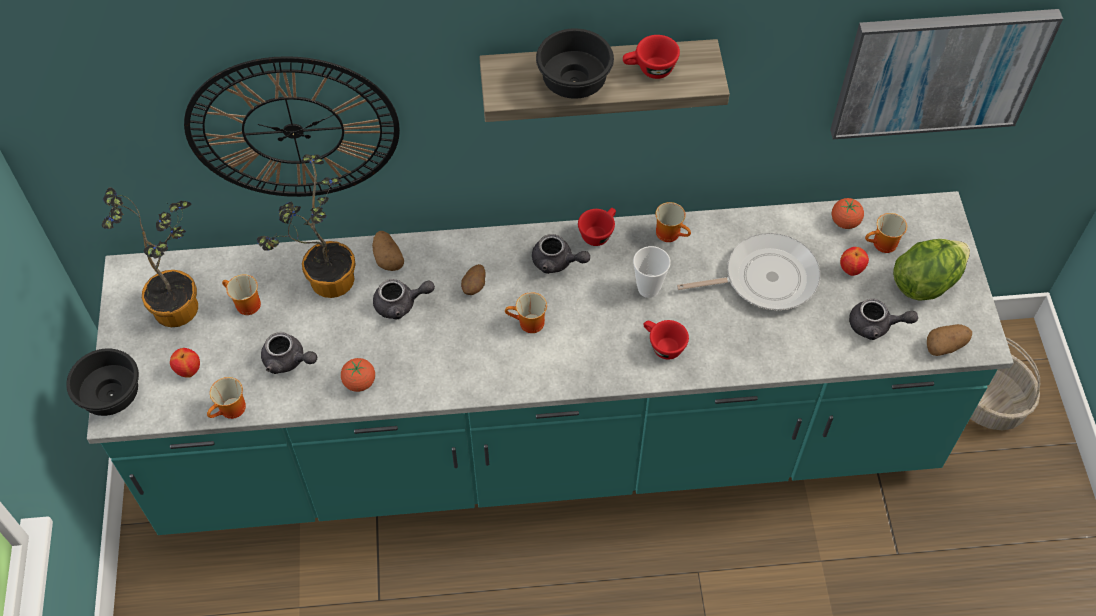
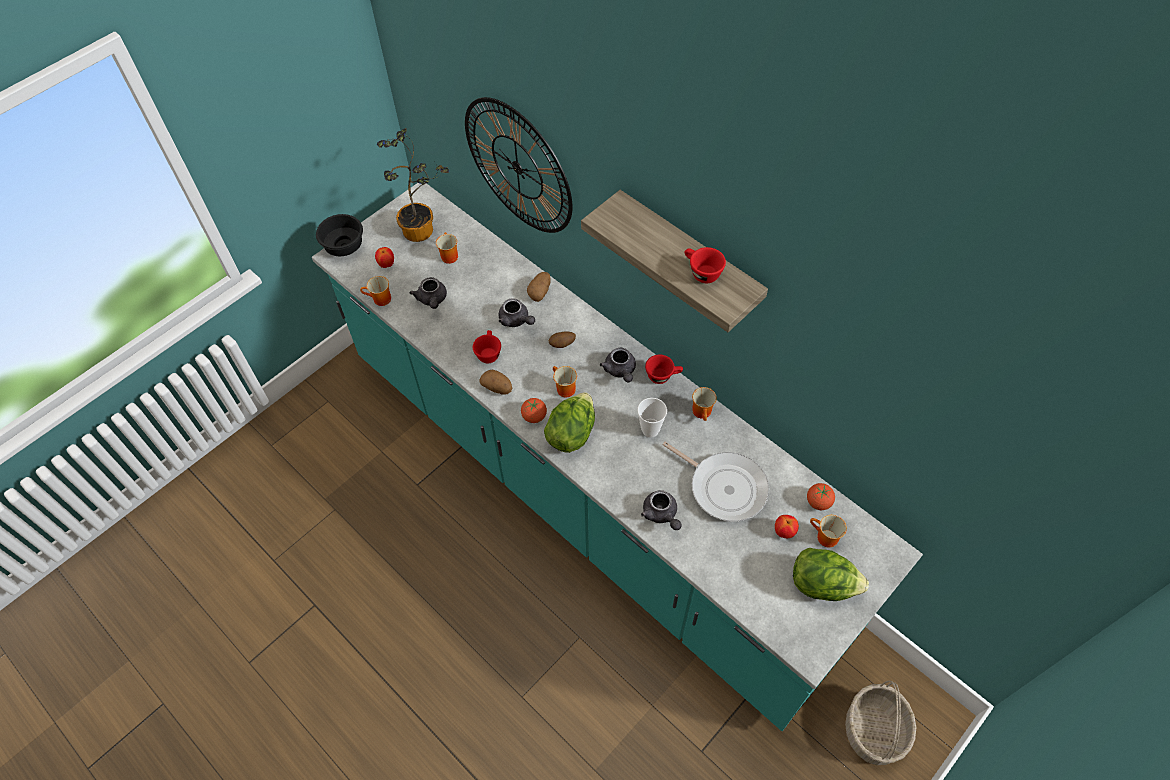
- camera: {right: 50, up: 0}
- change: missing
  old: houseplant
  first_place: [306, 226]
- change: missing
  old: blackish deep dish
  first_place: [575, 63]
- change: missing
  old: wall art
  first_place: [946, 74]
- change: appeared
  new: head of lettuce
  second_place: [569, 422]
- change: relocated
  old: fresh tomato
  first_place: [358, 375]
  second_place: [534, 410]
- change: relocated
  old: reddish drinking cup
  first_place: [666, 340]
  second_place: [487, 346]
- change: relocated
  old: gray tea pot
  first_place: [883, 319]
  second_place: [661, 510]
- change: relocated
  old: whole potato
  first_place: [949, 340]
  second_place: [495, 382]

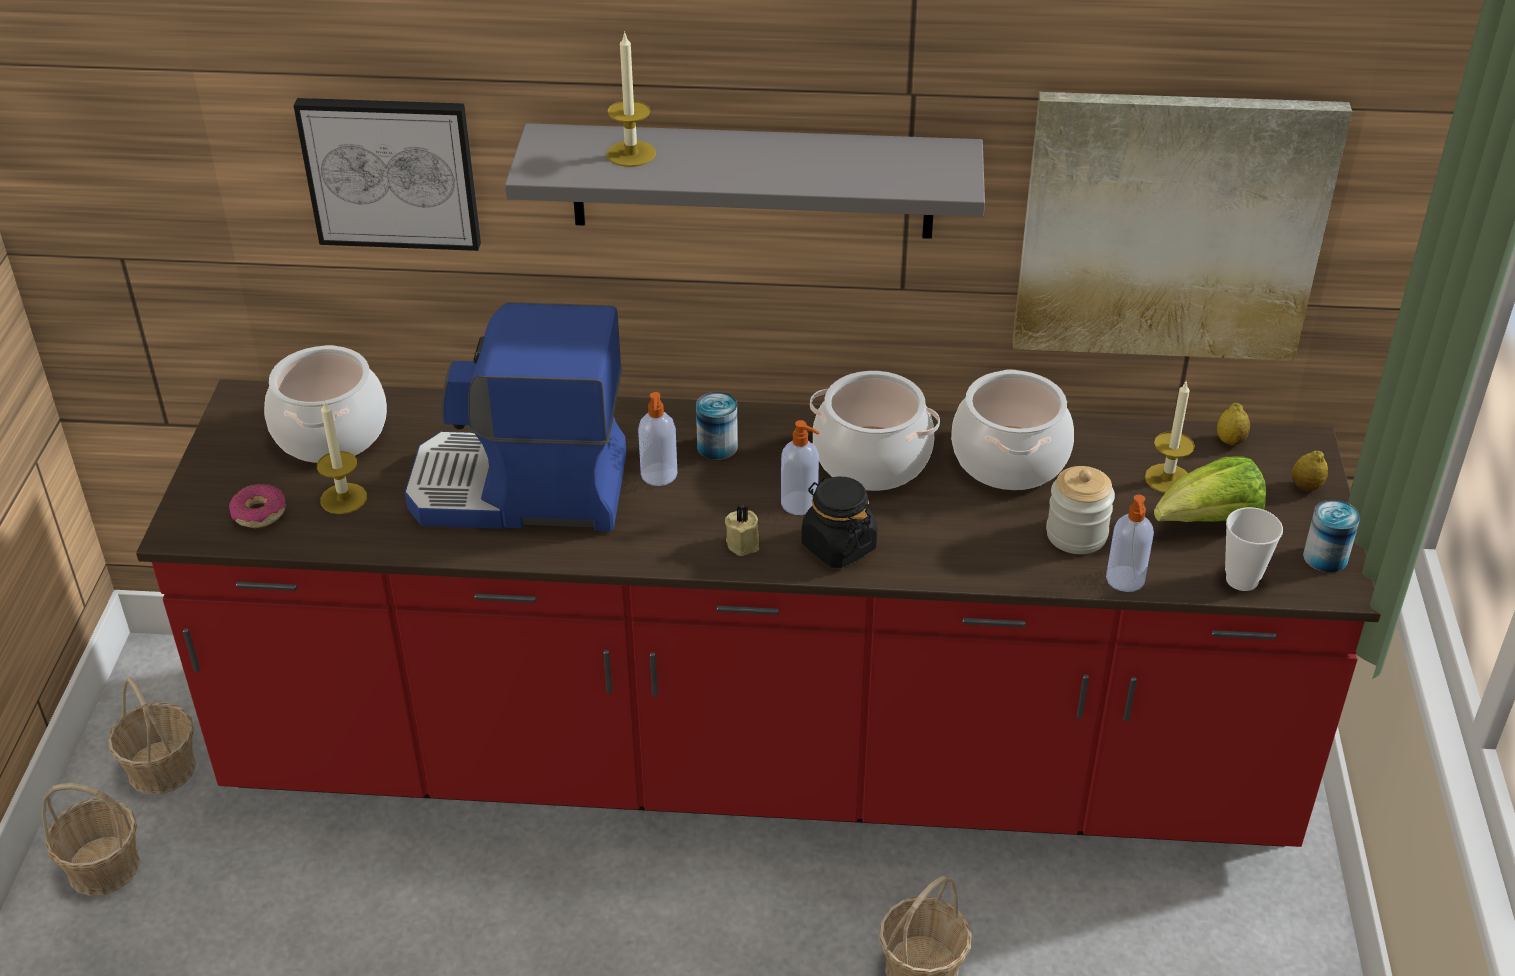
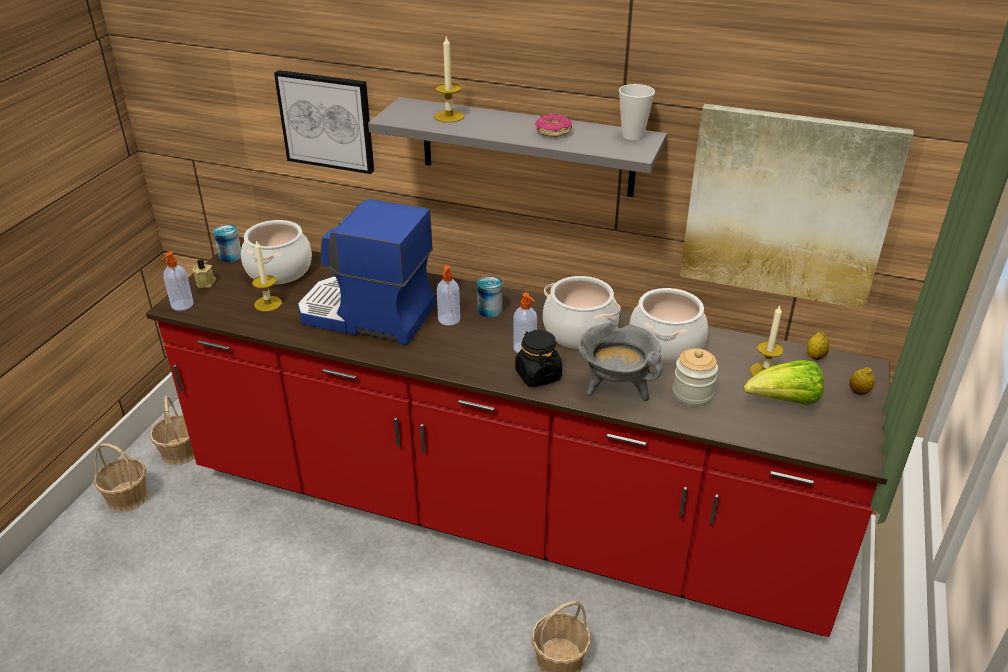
- camera: {right: 15, up: -5}
- change: appeared
  new: gray stockpot
  second_place: [620, 362]
- change: relocated
  old: ring doughnut
  first_place: [257, 506]
  second_place: [553, 125]
- change: relocated
  old: beige-coloured candle
  first_place: [742, 530]
  second_place: [204, 274]
- change: relocated
  old: liquid soap bottle
  first_place: [1130, 543]
  second_place: [177, 281]
- change: relocated
  old: drinking cup
  first_place: [1254, 549]
  second_place: [637, 112]
- change: relocated
  old: can
  first_place: [1331, 536]
  second_place: [227, 244]

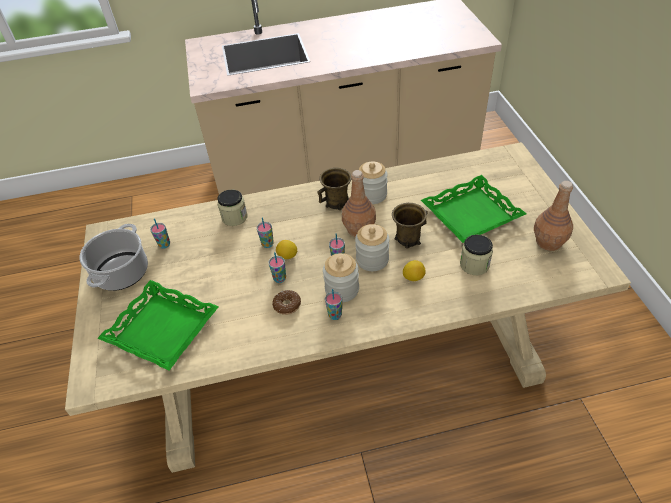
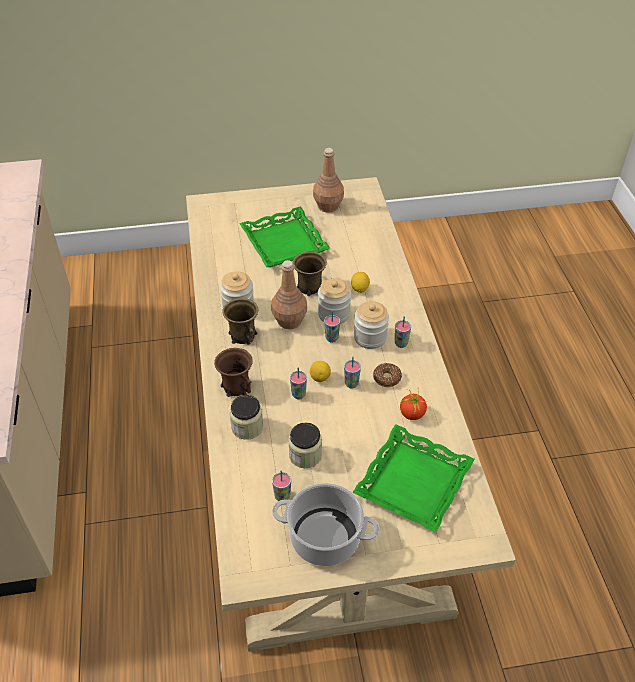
- camera: {right: -90, up: 0}
- change: appeared
  new: brownish coffee mug
  second_place: [233, 372]
- change: appeared
  new: fresh tomato
  second_place: [413, 404]
- change: relocated
  old: storage jar
  first_place: [476, 255]
  second_place: [305, 445]

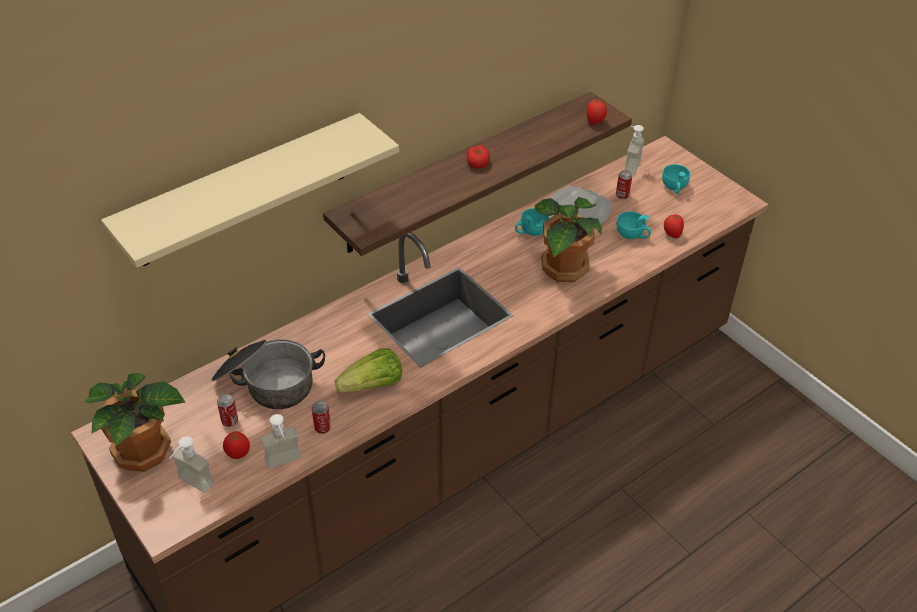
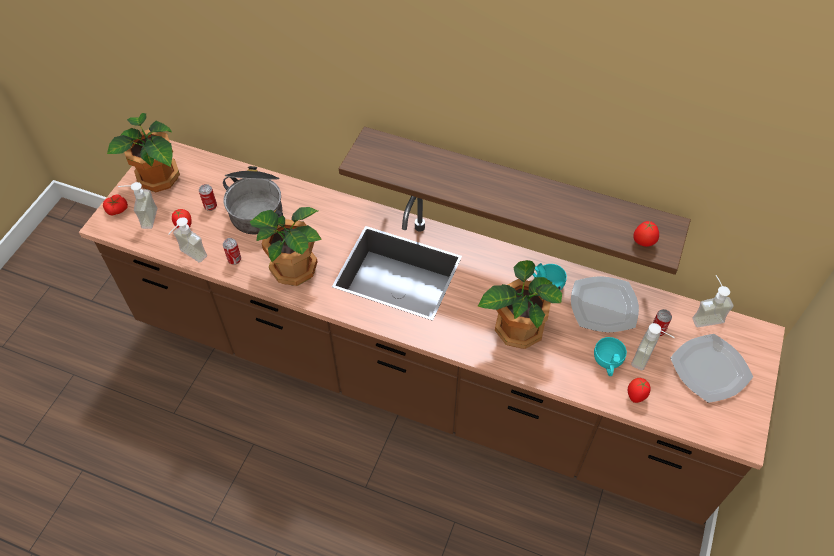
- camera: {right: 60, up: 10}
- change: missing
  old: beige-coloured shelf
  first_place: [250, 190]
- change: appeared
  new: liquid soap bottle
  second_place: [653, 346]
- change: relocated
  old: fresh tomato
  first_place: [478, 156]
  second_place: [115, 205]
- change: exchanged
  old: head of lettuce
  new: houseplant
  first_place: [368, 370]
  second_place: [286, 246]
- change: exchanged
  old: turquoise drinking cup
  new: flat dish
  first_place: [676, 179]
  second_place: [711, 368]

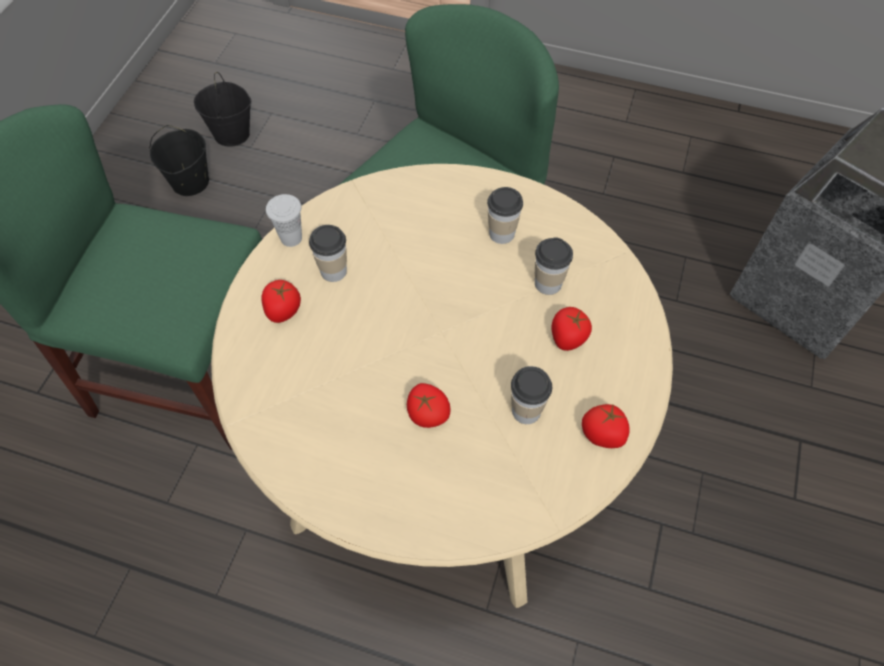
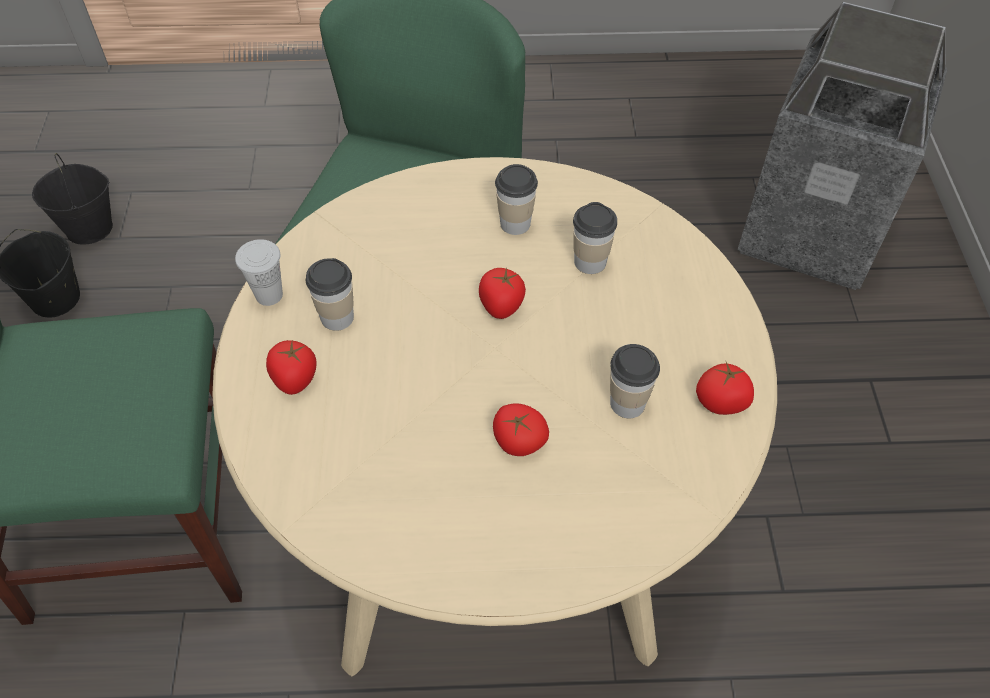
- camera: {right: -20, up: -5}
- change: relocated
  old: fresh tomato
  first_place: [571, 329]
  second_place: [502, 293]

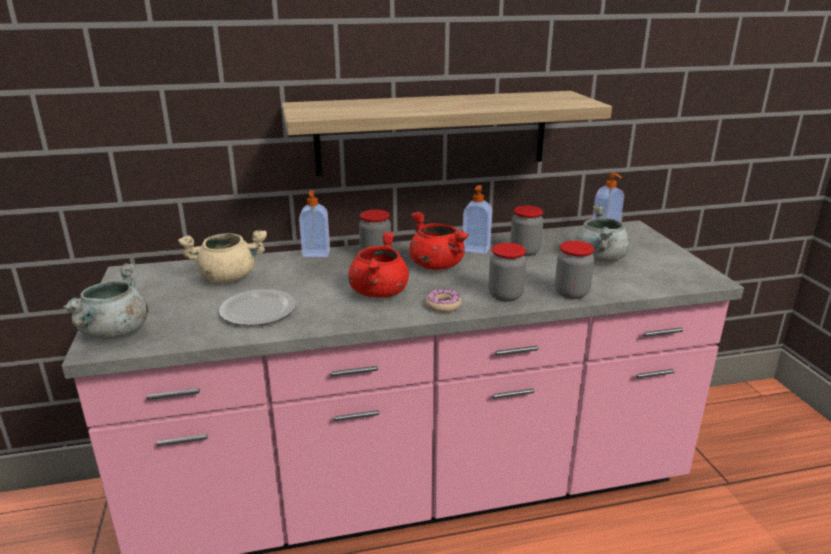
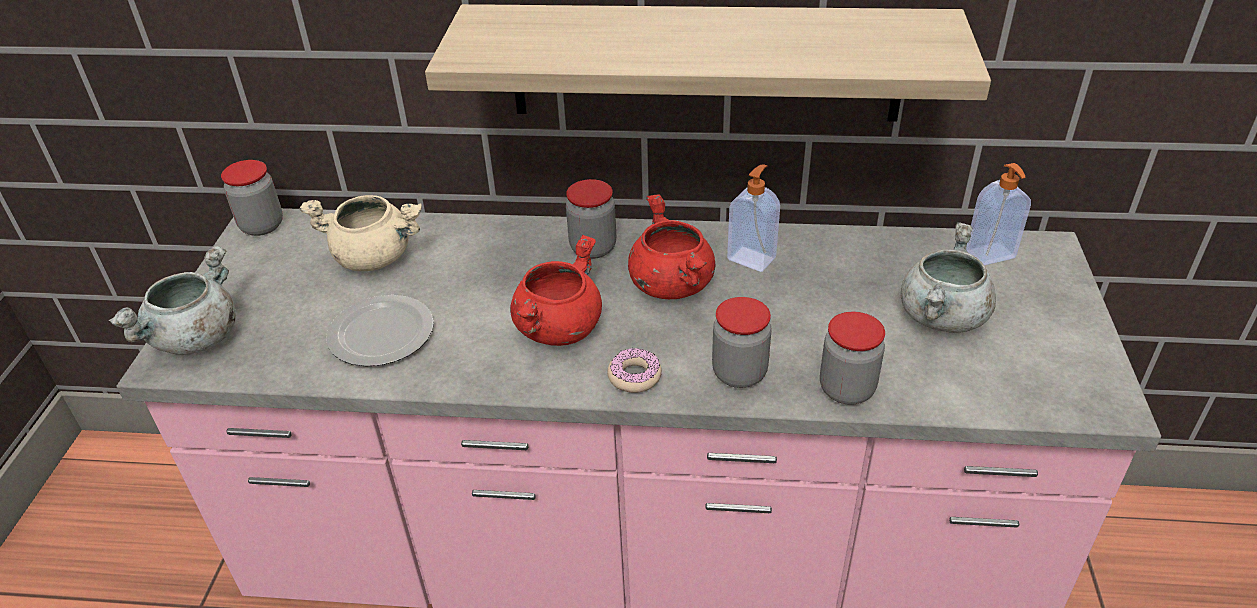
- camera: {right: 20, up: 15}
- change: missing
  old: liquid soap bottle
  first_place: [314, 223]
- change: relocated
  old: storage jar
  first_place: [526, 230]
  second_place: [252, 198]

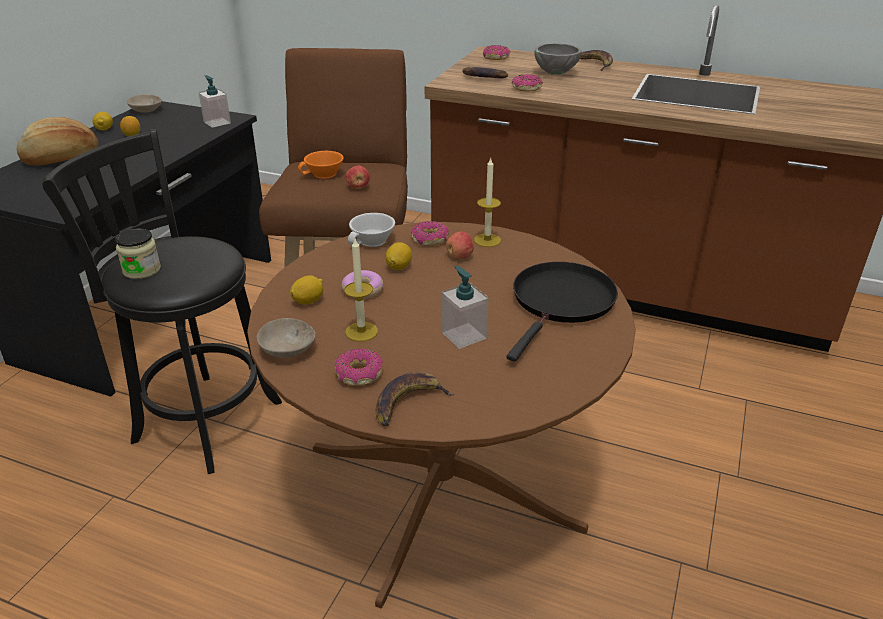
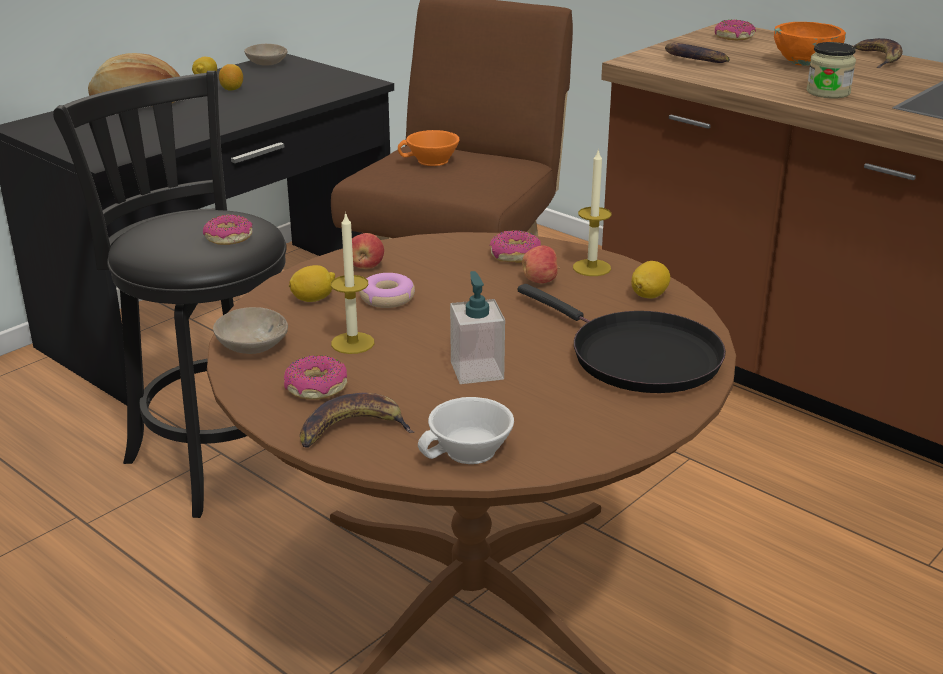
- camera: {right: 20, up: -5}
- change: missing
  old: liquid soap bottle
  first_place: [215, 101]
- change: relocated
  old: storage jar
  first_place: [138, 253]
  second_place: [831, 70]
- change: relocated
  old: whole apple
  first_place: [358, 177]
  second_place: [368, 251]
- change: relocated
  old: white drinking cup
  first_place: [371, 230]
  second_place: [466, 430]
- change: relocated
  old: whole lemon
  first_place: [398, 256]
  second_place: [650, 279]
- change: relocated
  old: ring doughnut
  first_place: [527, 83]
  second_place: [227, 229]
- change: colour
  old: gray deep dish
  new: orangey deep dish
  first_place: [558, 59]
  second_place: [810, 44]
- change: spun
  old: blackish frying pan
  first_place: [562, 312]
  second_place: [622, 338]
  degrees: 90

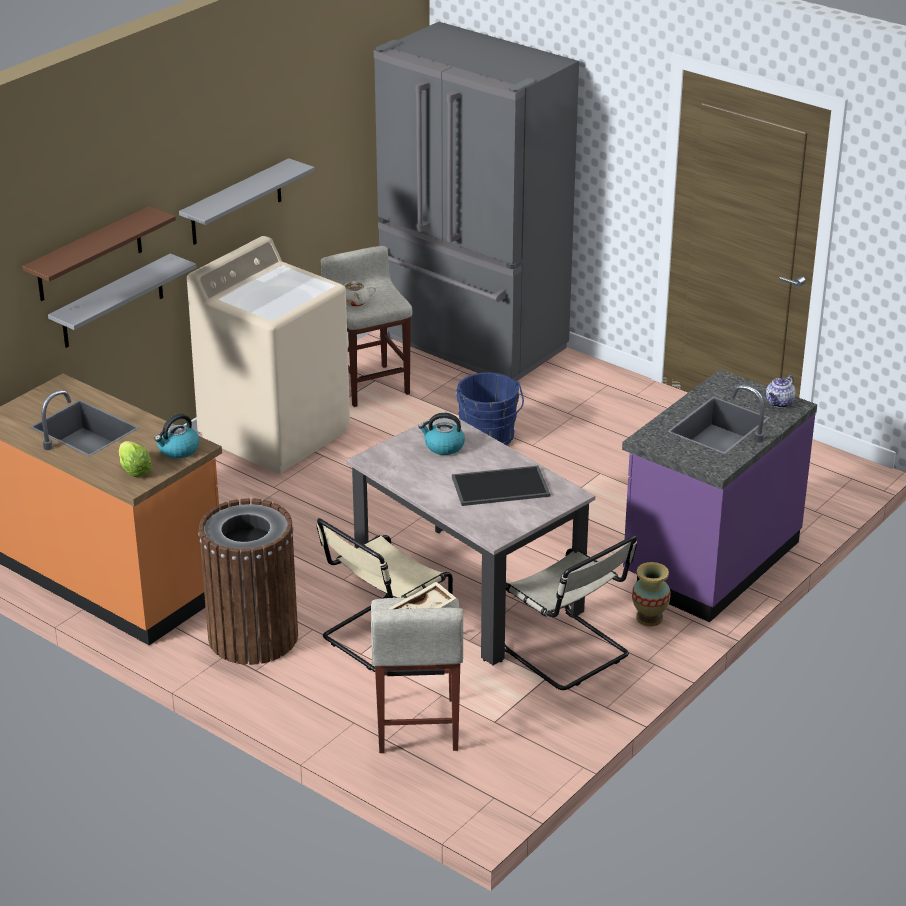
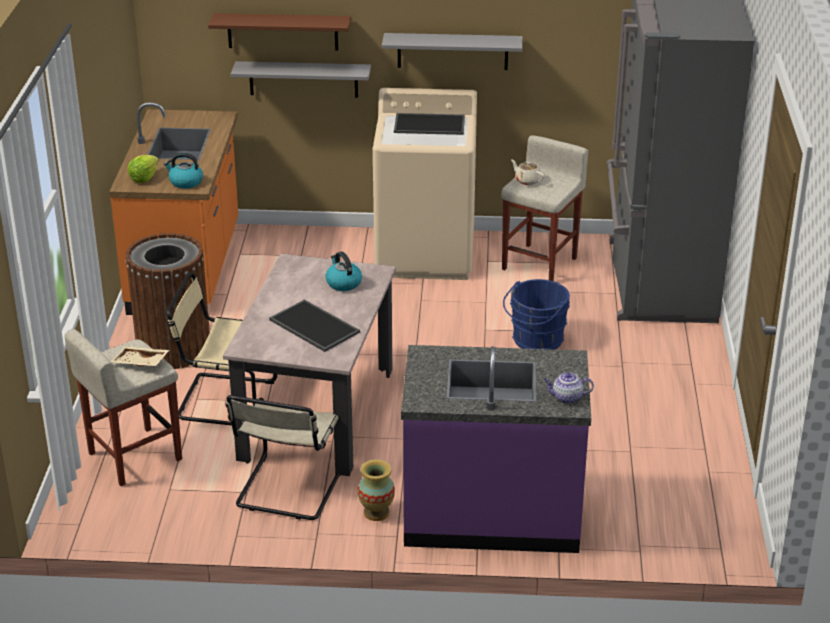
- camera: {right: 55, up: 0}
- change: appeared
  new: serving tray
  second_place: [429, 124]

